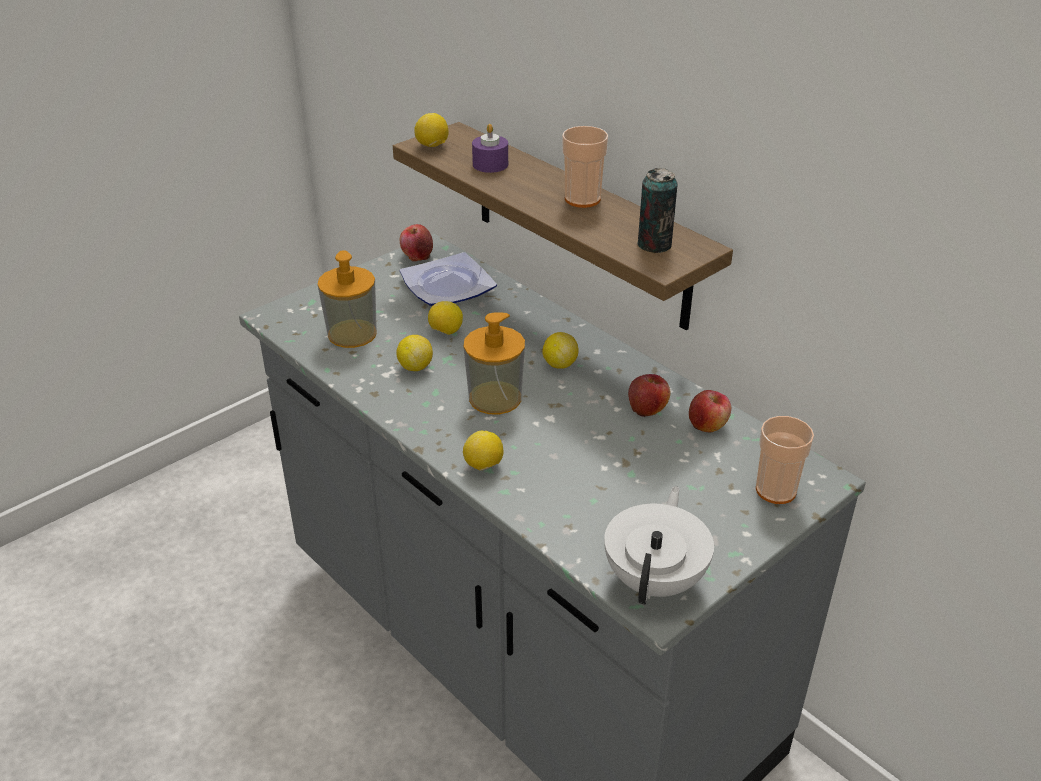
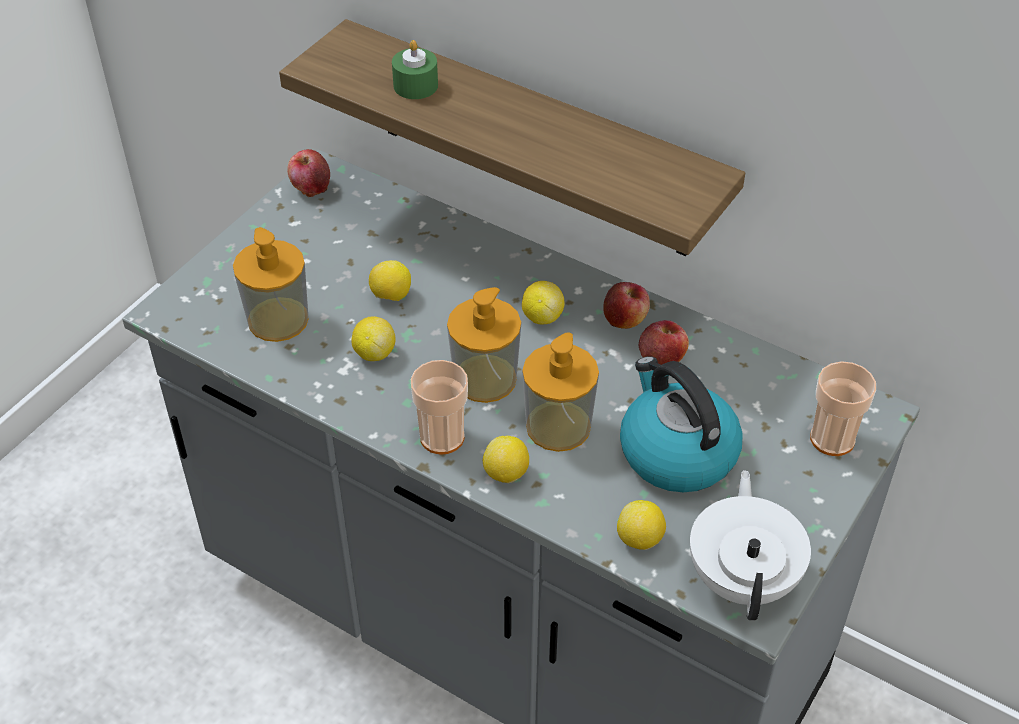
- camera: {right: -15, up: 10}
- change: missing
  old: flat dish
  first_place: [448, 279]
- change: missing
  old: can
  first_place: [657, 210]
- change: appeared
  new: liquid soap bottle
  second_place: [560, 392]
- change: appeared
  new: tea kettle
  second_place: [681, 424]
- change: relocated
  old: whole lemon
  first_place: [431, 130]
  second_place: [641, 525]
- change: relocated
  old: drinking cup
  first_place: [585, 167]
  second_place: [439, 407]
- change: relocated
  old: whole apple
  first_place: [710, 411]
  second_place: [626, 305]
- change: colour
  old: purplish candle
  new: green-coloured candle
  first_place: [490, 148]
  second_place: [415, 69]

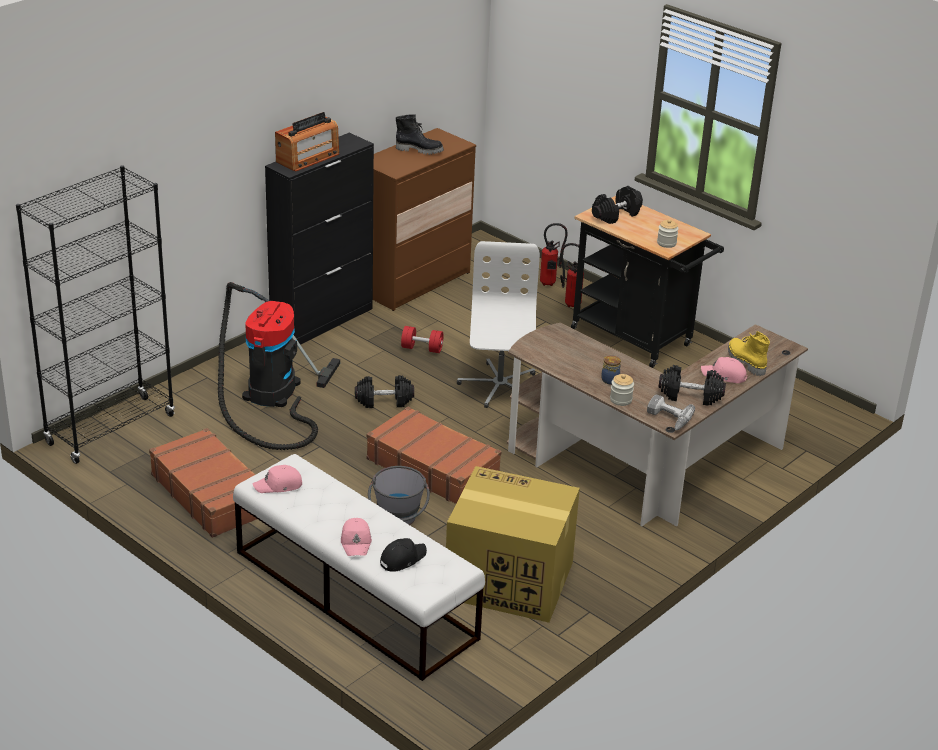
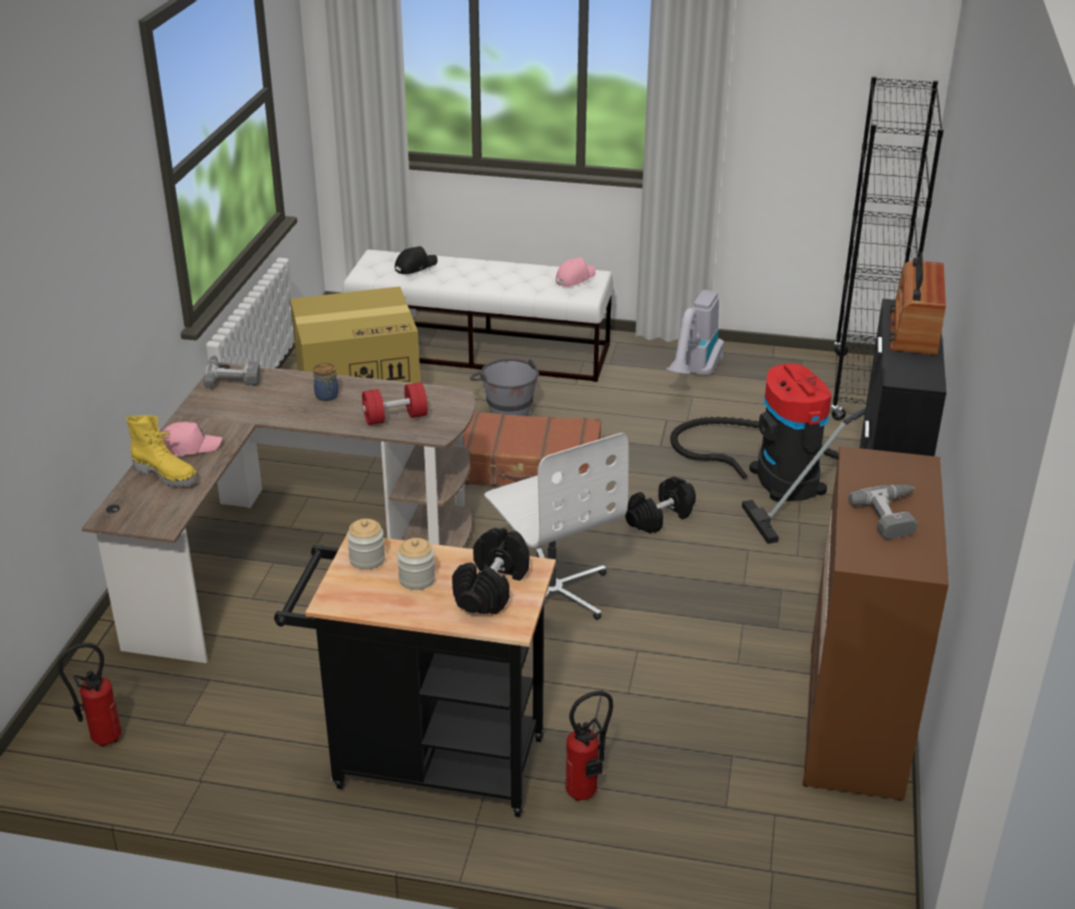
- camera: {right: 150, up: 0}
- change: missing
  old: pink baseball cap
  first_place: [356, 537]
- change: missing
  old: blackish free weight
  first_place: [692, 385]
- change: relocated
  old: reddish free weight
  first_place: [422, 339]
  second_place: [395, 403]
- change: relocated
  old: extinguisher
  first_place: [554, 254]
  second_place: [89, 695]
- change: relocated
  old: storage jar
  first_place: [622, 390]
  second_place: [416, 564]
- change: exchanged
  old: brownish piece of luggage
  new: vacuum cleaner
  first_place: [203, 483]
  second_place: [695, 333]
- change: exchanged
  old: blackish tall boot
  new: electric drill
  first_place: [420, 134]
  second_place: [882, 512]
- change: spun
  old: blackish baseball cap
  first_place: [403, 555]
  second_place: [416, 260]
  degrees: -150

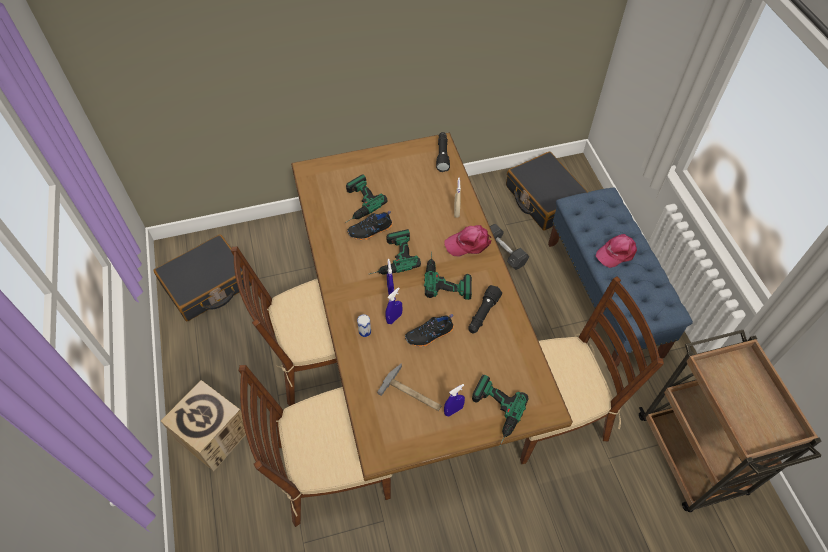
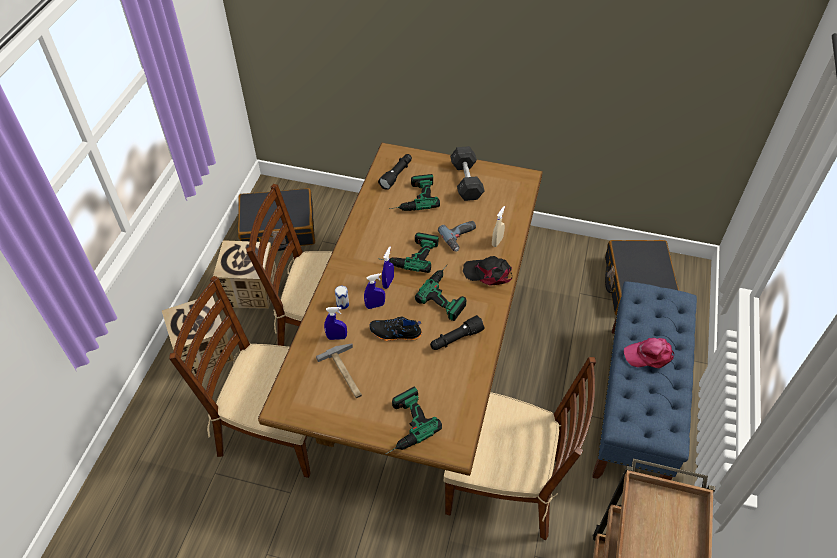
- camera: {right: 30, up: -5}
- change: missing
  old: blackish shoe
  first_place: [369, 225]
- change: appeared
  new: carton
  second_place: [244, 274]
- change: appeared
  new: electric drill
  second_place: [457, 236]
- change: relocated
  old: blackish hand torch
  first_place: [443, 152]
  second_place: [395, 172]
- change: relocated
  old: blue-coloured hand sprayer
  first_place: [454, 400]
  second_place: [335, 323]
- change: relocated
  old: gray free weight
  first_place: [509, 247]
  second_place: [467, 173]
- change: colour
  old: pink baseball cap
  new: blackish baseball cap
  first_place: [467, 240]
  second_place: [487, 271]

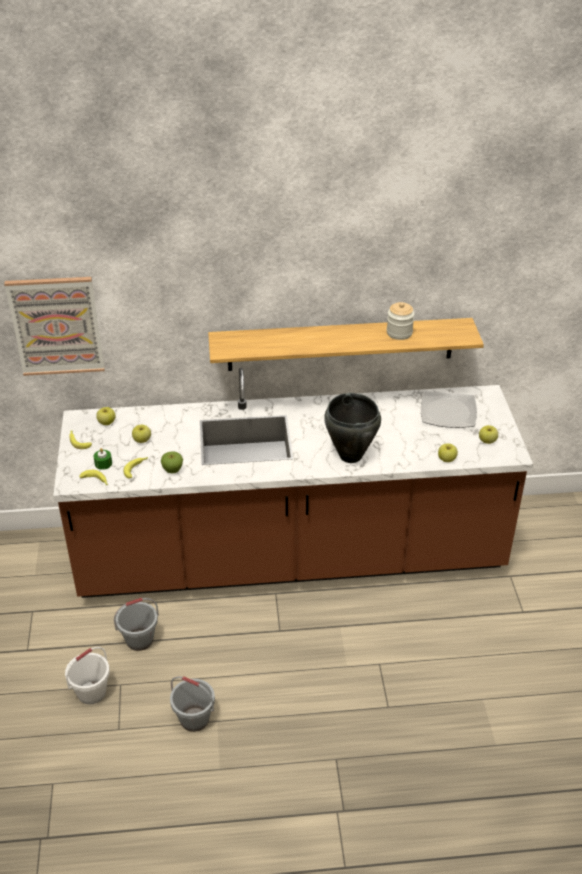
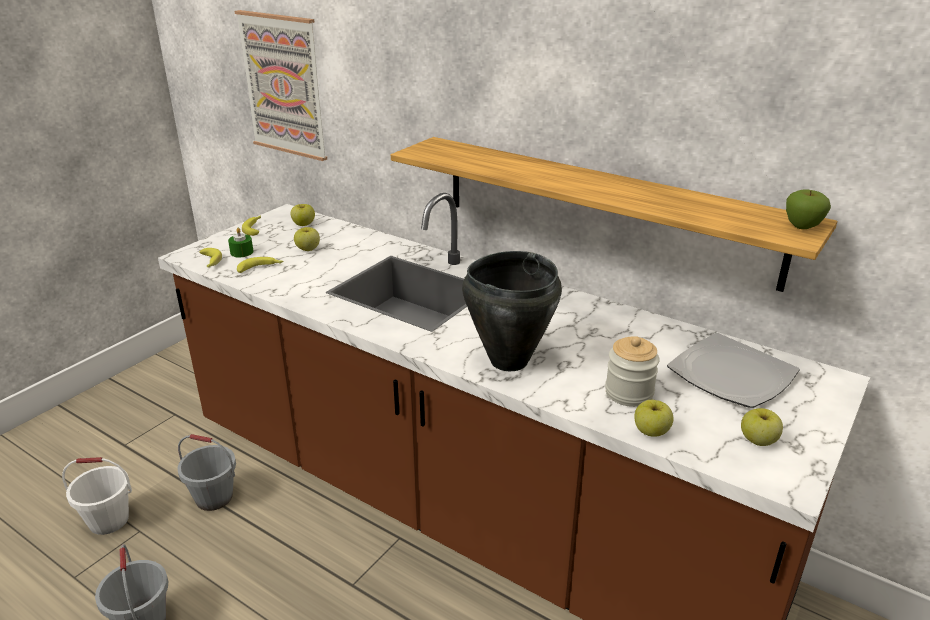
- camera: {right: 40, up: -10}
- change: relocated
  old: whole apple
  first_place: [172, 462]
  second_place: [808, 209]
- change: relocated
  old: storage jar
  first_place: [401, 321]
  second_place: [632, 371]

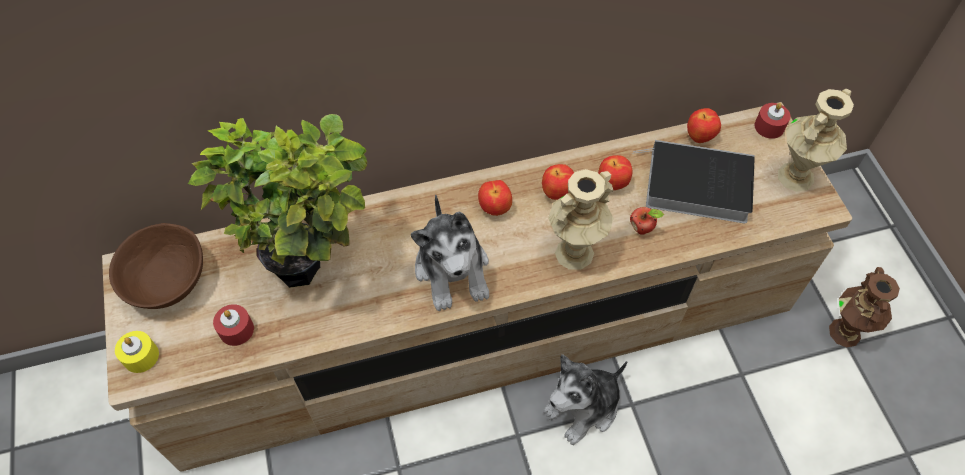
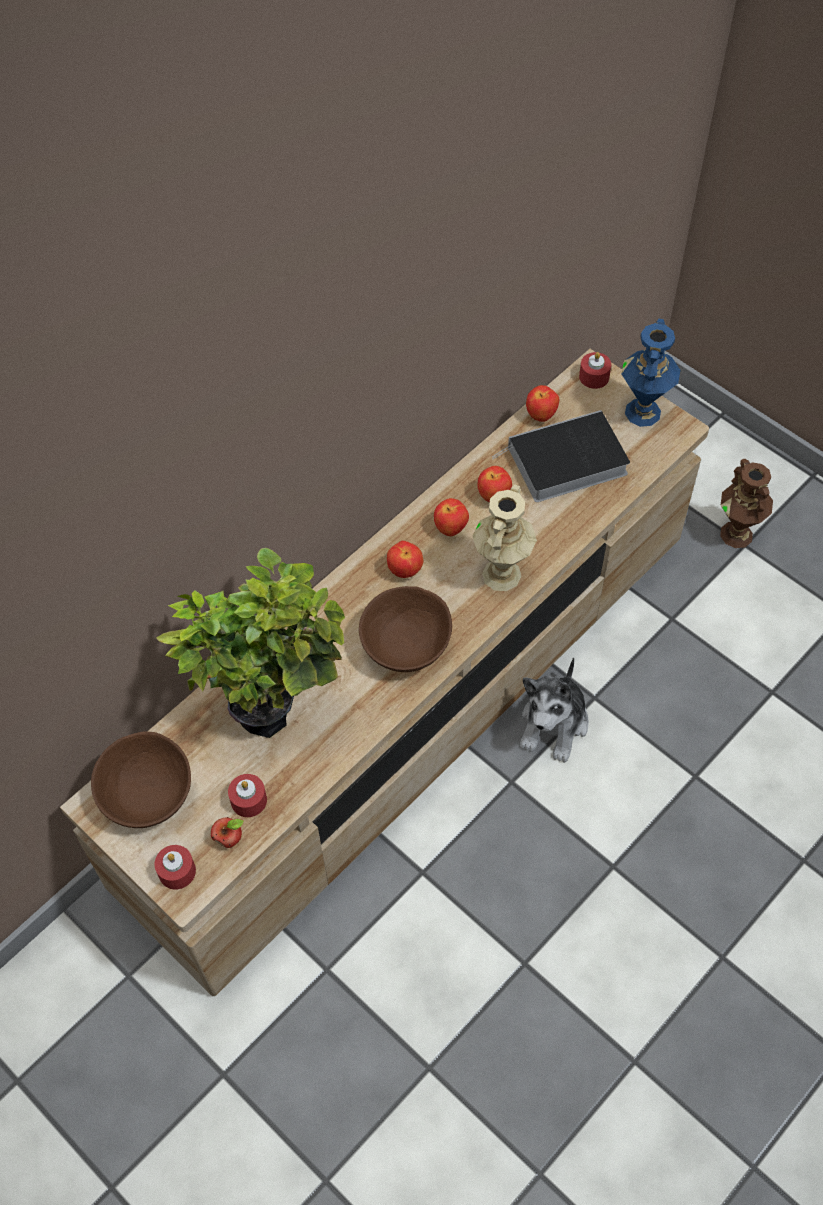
- camera: {right: -30, up: 0}
- change: relocated
  old: whole apple
  first_place: [647, 221]
  second_place: [227, 832]
- change: exchanged
  old: plush toy
  new: brownish deep dish
  first_place: [450, 253]
  second_place: [405, 629]
- change: colour
  old: yellow-coloured candle
  new: reddish candle
  first_place: [137, 352]
  second_place: [175, 867]
- change: colour
  old: beige-coloured decorative vase
  new: blue-coloured decorative vase
  first_place: [816, 140]
  second_place: [650, 373]

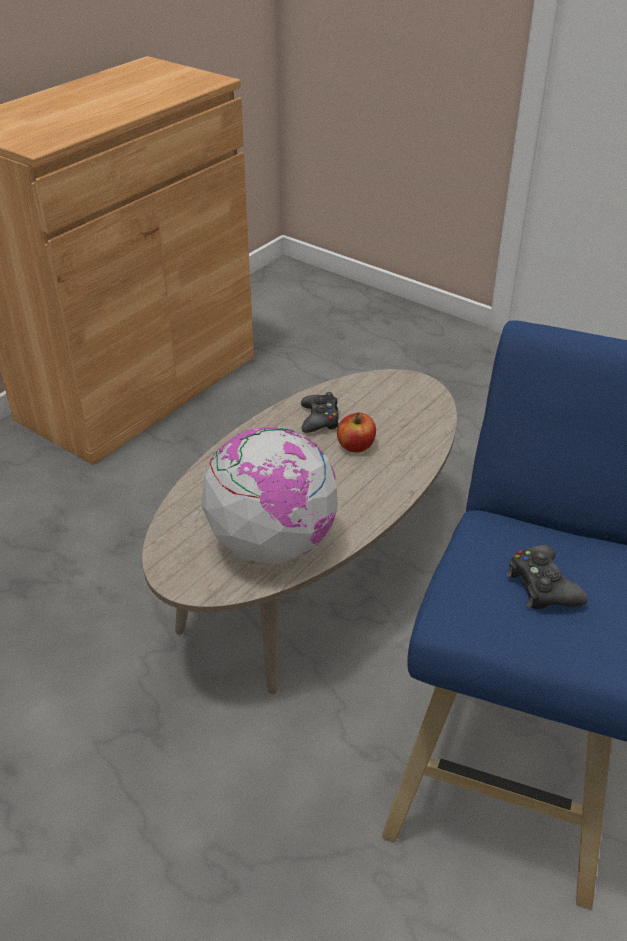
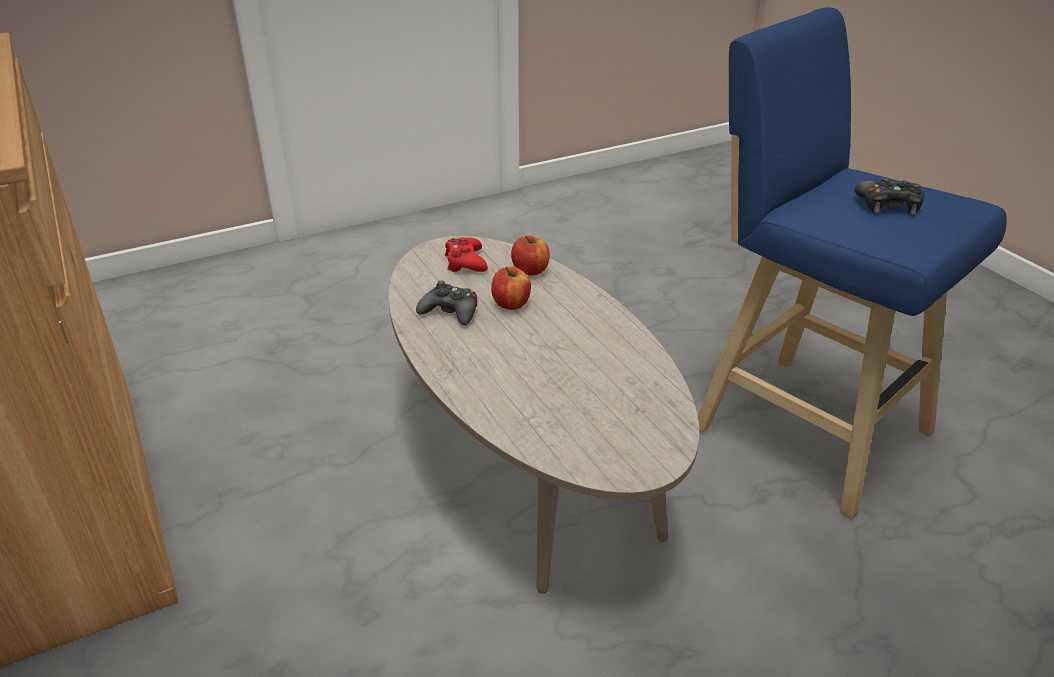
- camera: {right: -65, up: -5}
- change: missing
  old: globe
  first_place: [269, 495]
- change: appeared
  new: reddish game controller
  second_place: [466, 254]
- change: appeared
  new: whole apple
  second_place: [530, 255]

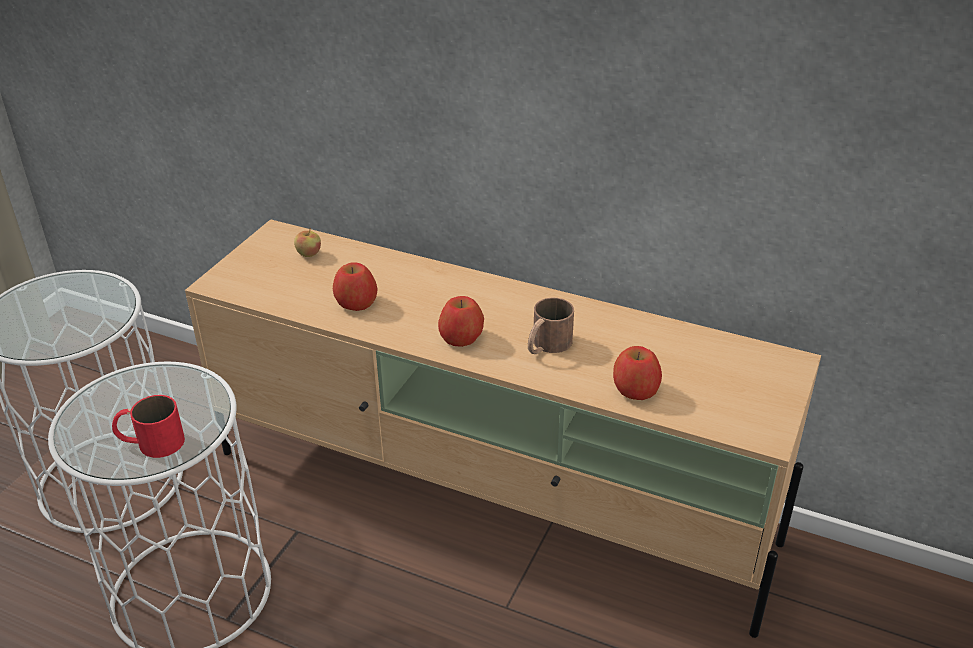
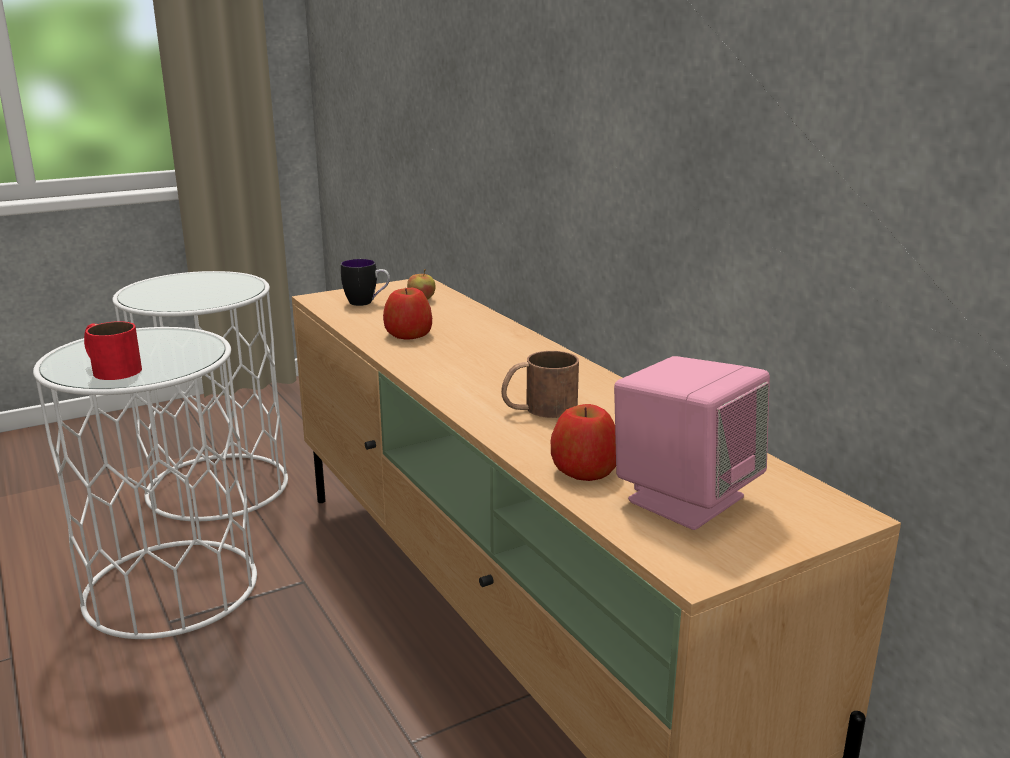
- camera: {right: 35, up: -15}
- change: missing
  old: whole apple
  first_place: [461, 321]
- change: appeared
  new: coffee mug
  second_place: [365, 282]
- change: appeared
  new: pink loudspeaker
  second_place: [692, 443]

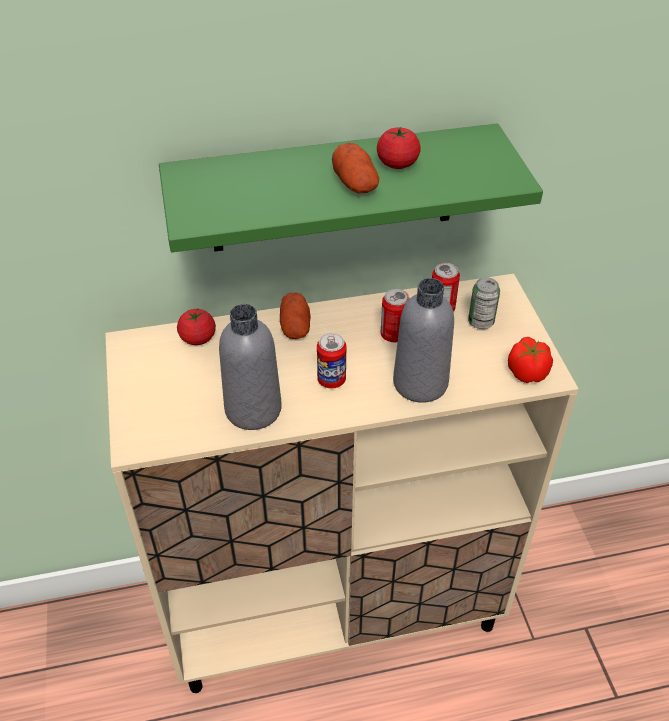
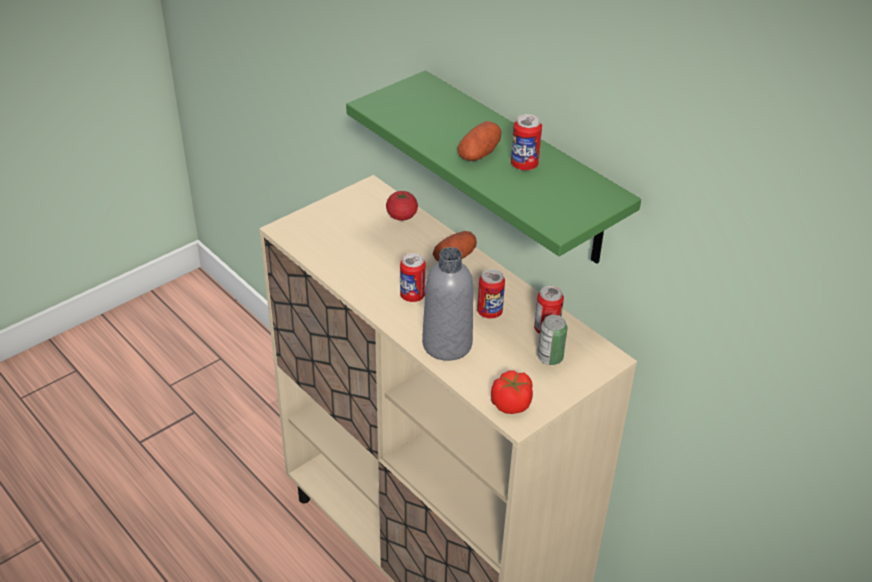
- camera: {right: 60, up: -5}
- change: missing
  old: gray drink bottle
  first_place: [250, 367]
- change: exchanged
  old: fresh tomato
  new: can
  first_place: [399, 148]
  second_place: [526, 142]

